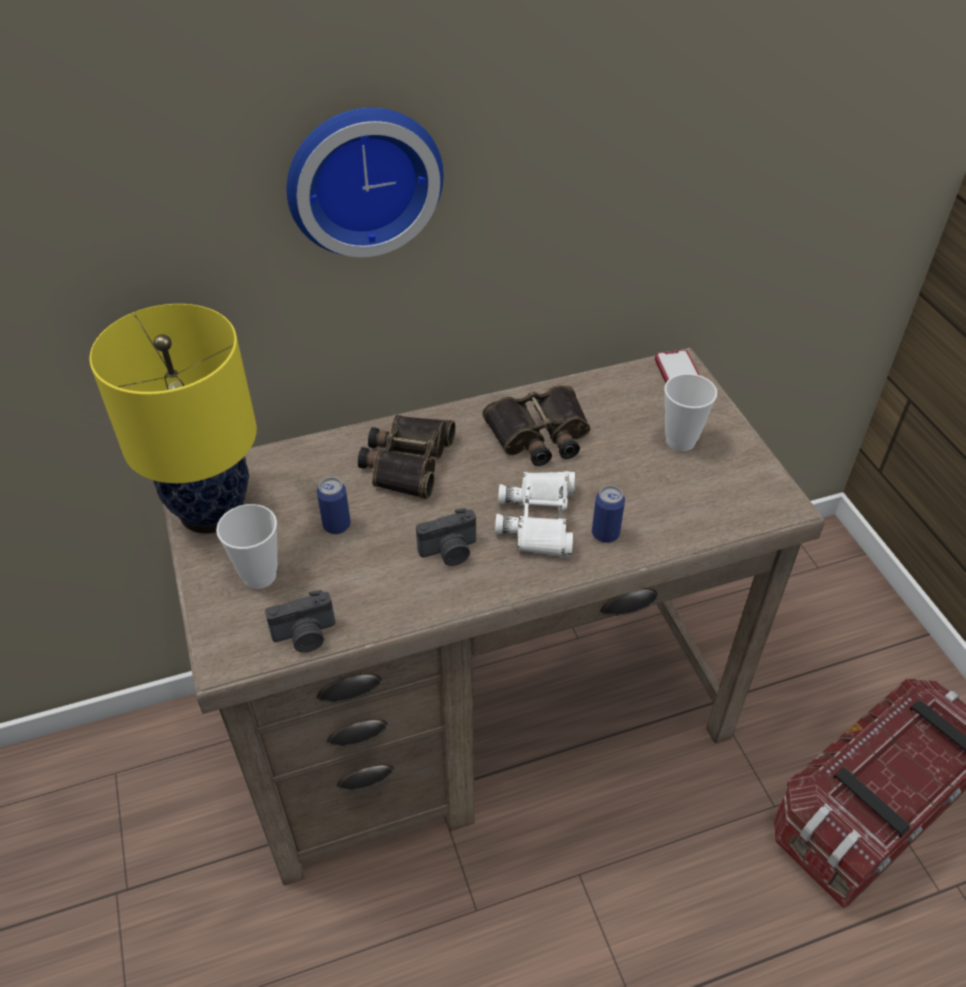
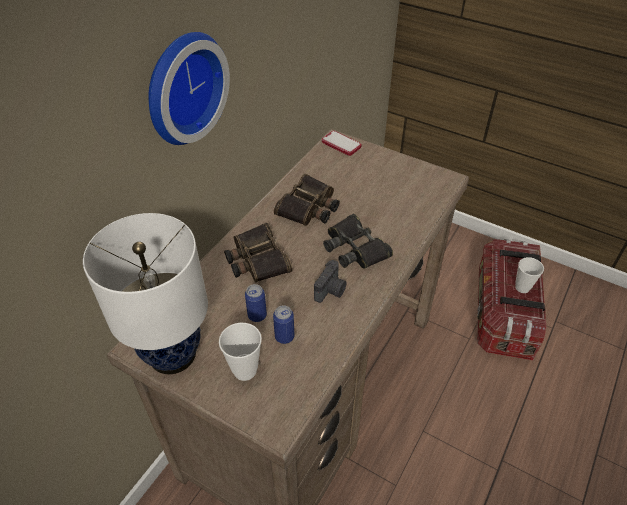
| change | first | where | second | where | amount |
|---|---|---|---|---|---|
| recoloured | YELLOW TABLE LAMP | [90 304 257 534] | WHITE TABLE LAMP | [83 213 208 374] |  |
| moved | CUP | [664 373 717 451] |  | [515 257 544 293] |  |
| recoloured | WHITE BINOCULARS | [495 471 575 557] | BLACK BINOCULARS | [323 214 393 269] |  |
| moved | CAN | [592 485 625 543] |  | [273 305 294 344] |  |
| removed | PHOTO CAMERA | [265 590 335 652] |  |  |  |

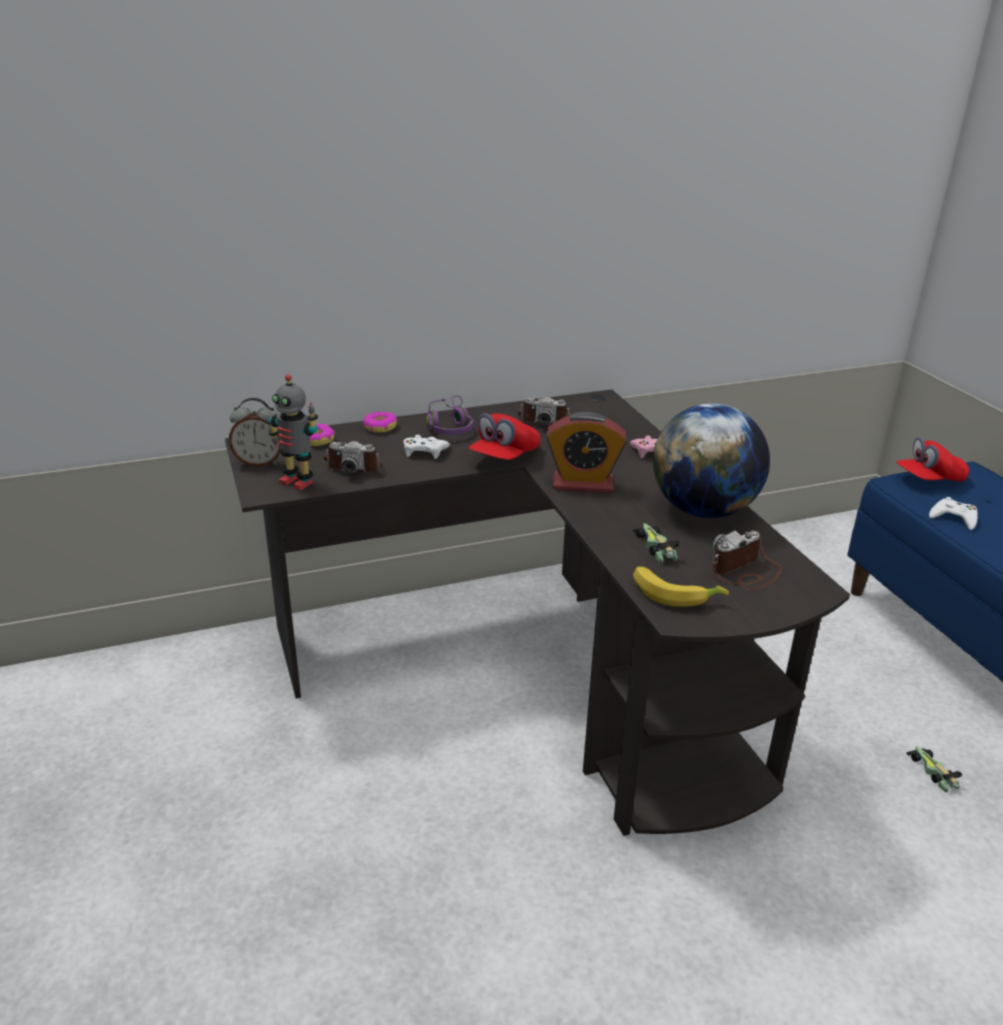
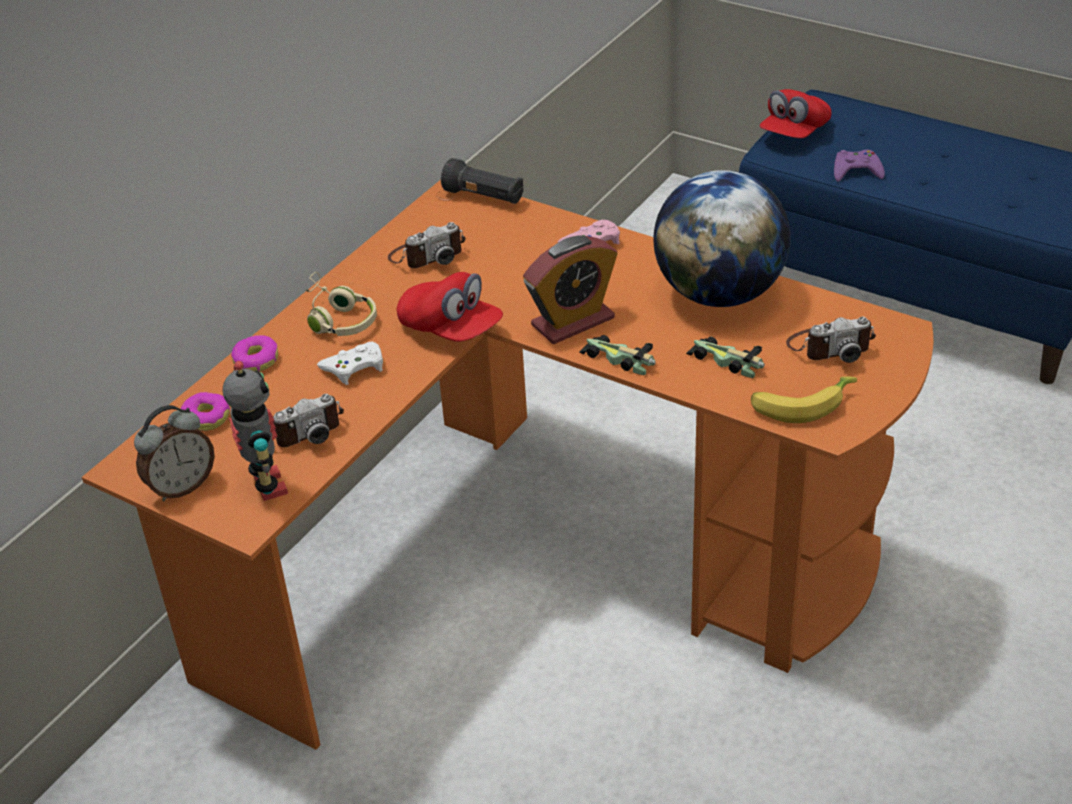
| change | first | where | second | where | amount |
|---|---|---|---|---|---|
| turned | TOY ROBOT | [269 374 318 490] |  | [223 361 288 501] | 105 degrees counterclockwise |
| recoloured | BLACK DESK | [225 389 850 836] | ORANGE DESK | [82 180 934 750] |  |
| recoloured | PURPLE HEADPHONES | [426 396 474 435] | BEIGE HEADPHONES | [304 272 377 336] |  |
| turned | RED CAP | [468 413 541 460] |  | [397 272 503 342] | 45 degrees counterclockwise |
| recoloured | WHITE GAME CONTROLLER | [929 497 978 530] | PURPLE GAME CONTROLLER | [834 150 885 182] |  |
| turned | PHOTO CAMERA | [712 530 782 590] |  | [786 317 876 363] | 120 degrees counterclockwise |
| moved | TOY CAR | [906 746 962 792] |  | [579 335 656 375] |  |
| added |  |  | BLACK FLASHLIGHT | [441 158 524 204] |  |

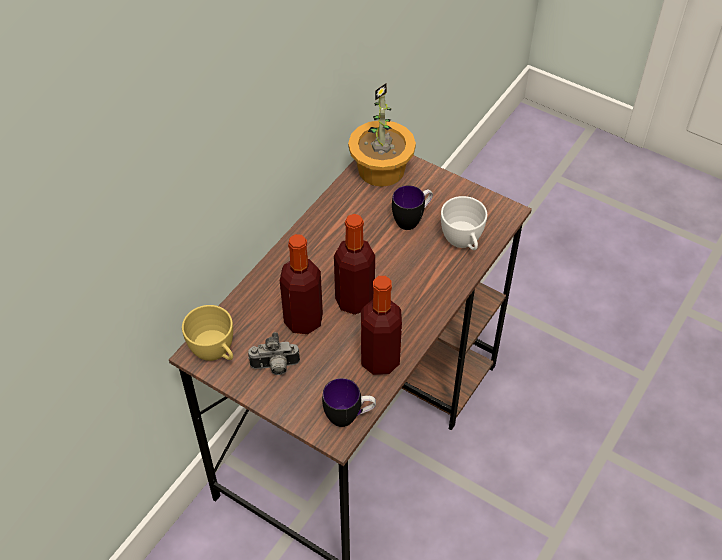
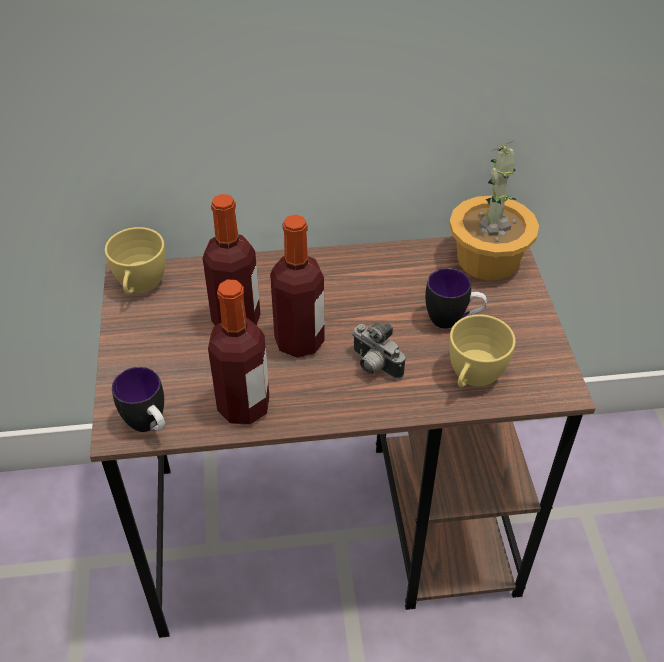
| change | first | where | second | where | amount |
|---|---|---|---|---|---|
| recoloured | WHITE CUP | [441 196 487 250] | YELLOW CUP | [449 314 516 387] |  |
| moved | PHOTO CAMERA | [248 332 300 375] |  | [352 323 405 379] |  |

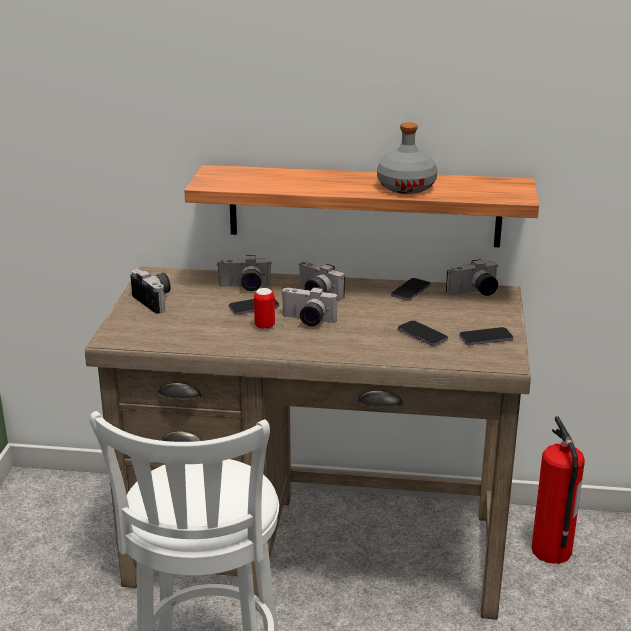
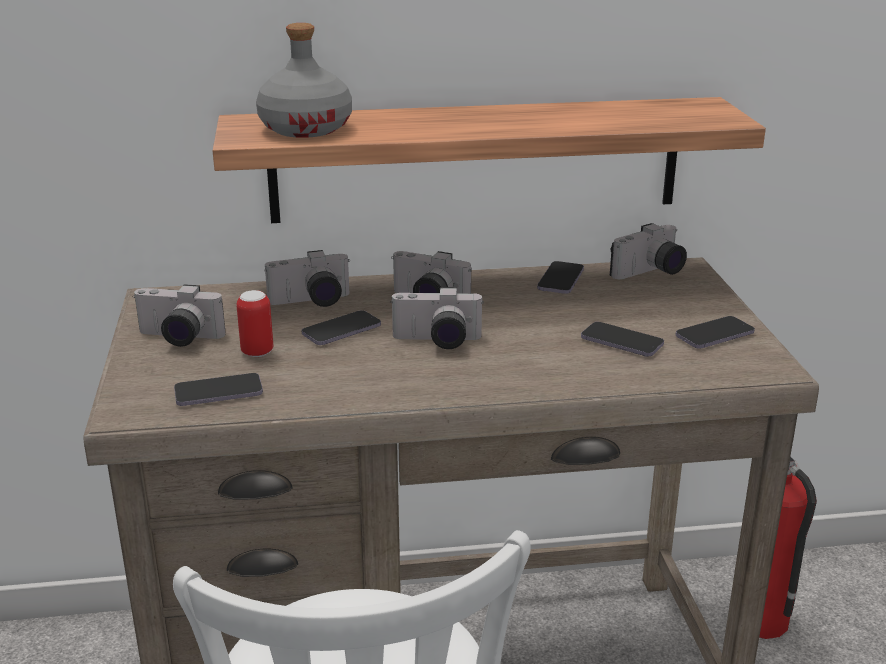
| change | first | where | second | where | amount |
|---|---|---|---|---|---|
| moved | GREY BOTTLE | [377 122 437 194] |  | [256 23 352 138] |  |
| turned | PHOTO CAMERA | [130 269 171 314] |  | [132 284 226 347] | 150 degrees clockwise |
| moved | CAN | [254 288 275 330] |  | [236 290 273 357] |  |
| added |  |  | PHONE | [174 373 263 406] |  |

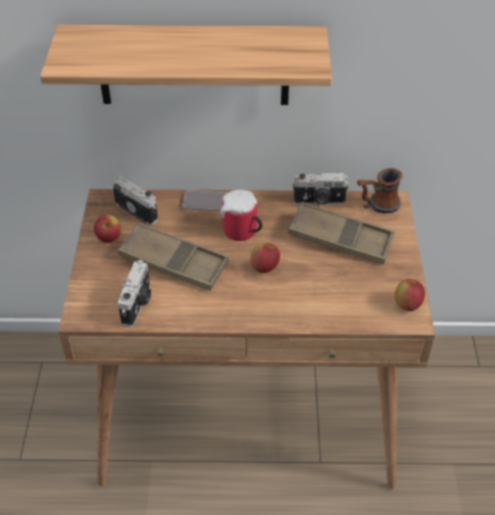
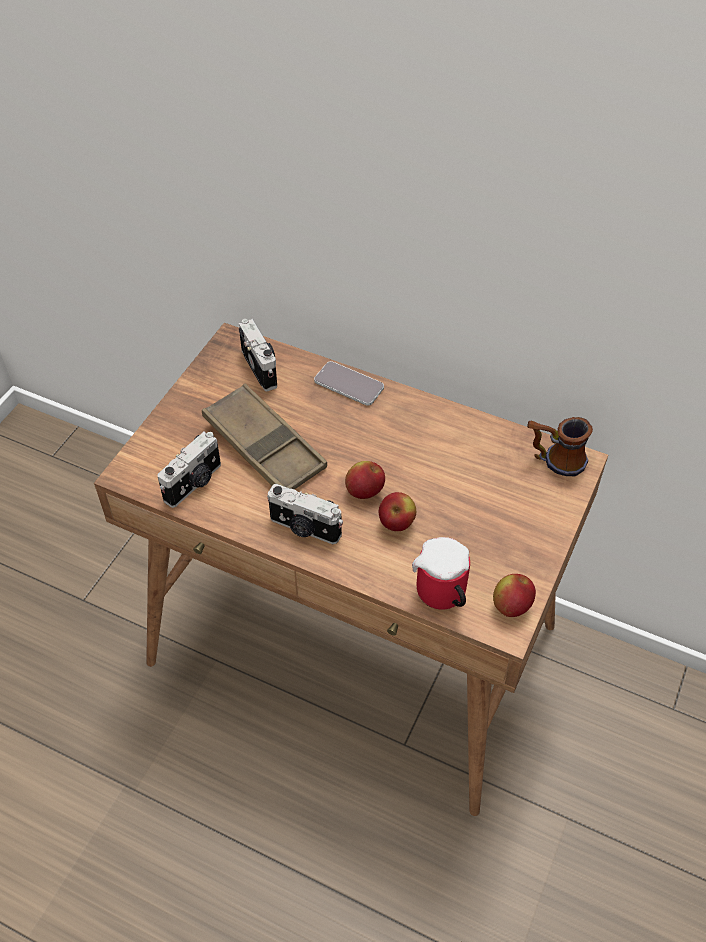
| change | first | where | second | where | amount |
|---|---|---|---|---|---|
| removed | SHELF | [40 25 332 105] |  |  |  |
| moved | PHOTO CAMERA | [292 173 349 205] |  | [267 484 343 544] |  |
| moved | MUG | [220 189 262 241] |  | [412 537 470 609] |  |
| removed | BROWN TRAY | [288 202 394 265] |  |  |  |
| moved | APPLE | [94 214 121 243] |  | [379 492 416 531] |  |

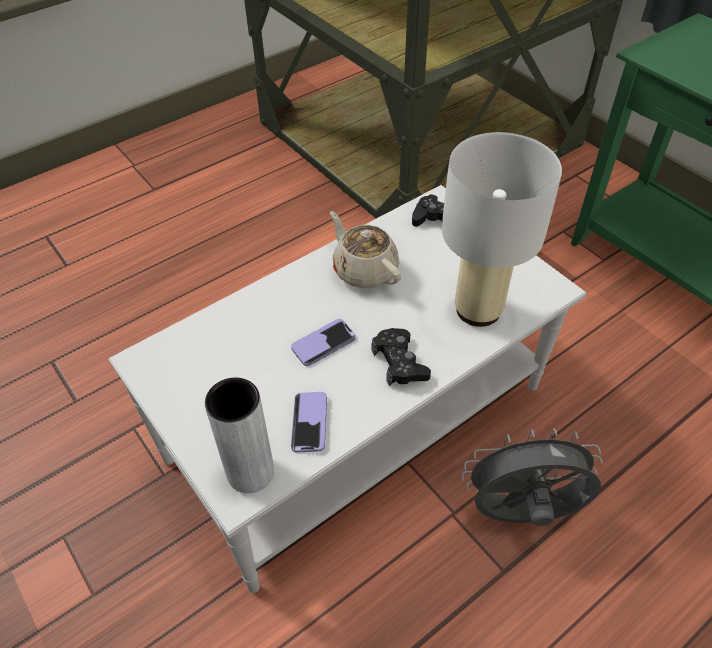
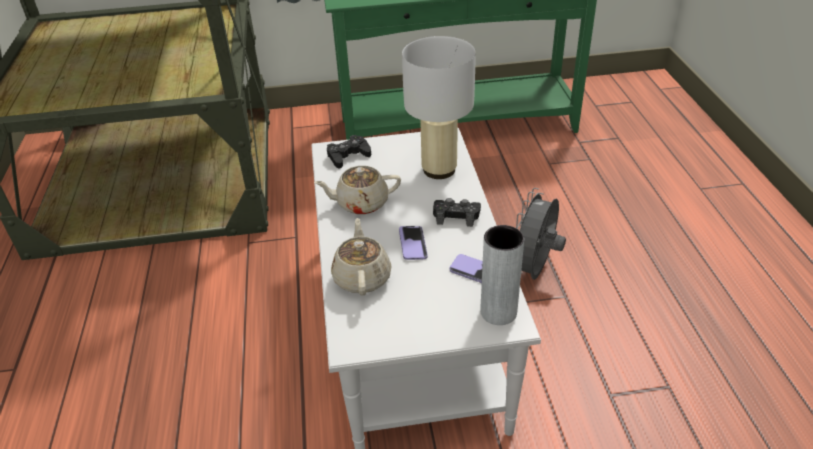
| change | first | where | second | where | amount |
|---|---|---|---|---|---|
| added |  |  | BEIGE TEAPOT | [331 218 392 296] |  |

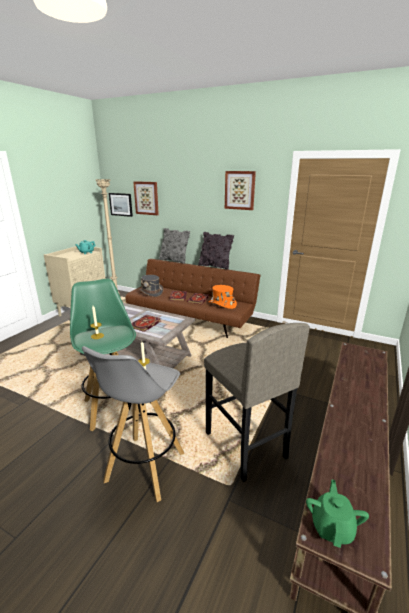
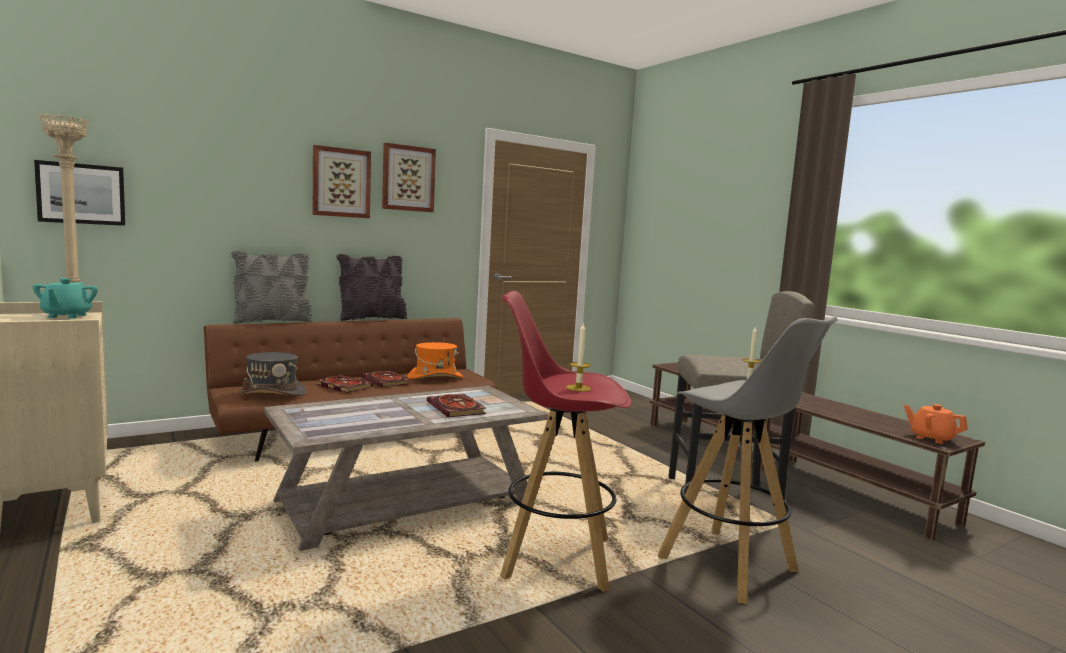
| change | first | where | second | where | amount |
|---|---|---|---|---|---|
| moved | PICTURE | [133 181 159 215] |  | [313 145 371 218] |  |
| recoloured | GREEN STOOL | [70 279 140 431] | RED STOOL | [500 291 632 592] |  |
| recoloured | GREEN TEAPOT | [306 479 369 548] | ORANGE TEAPOT | [904 404 968 444] |  |

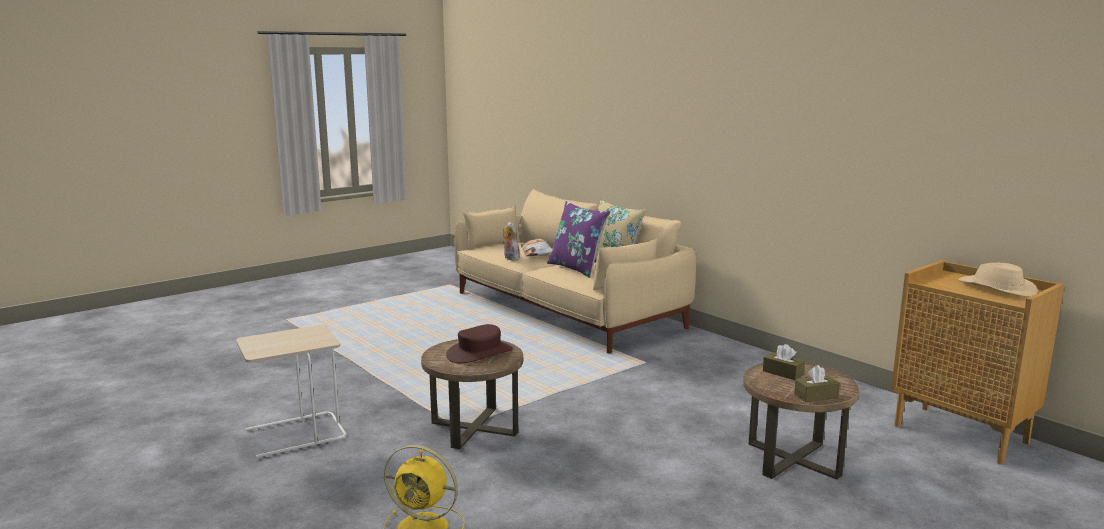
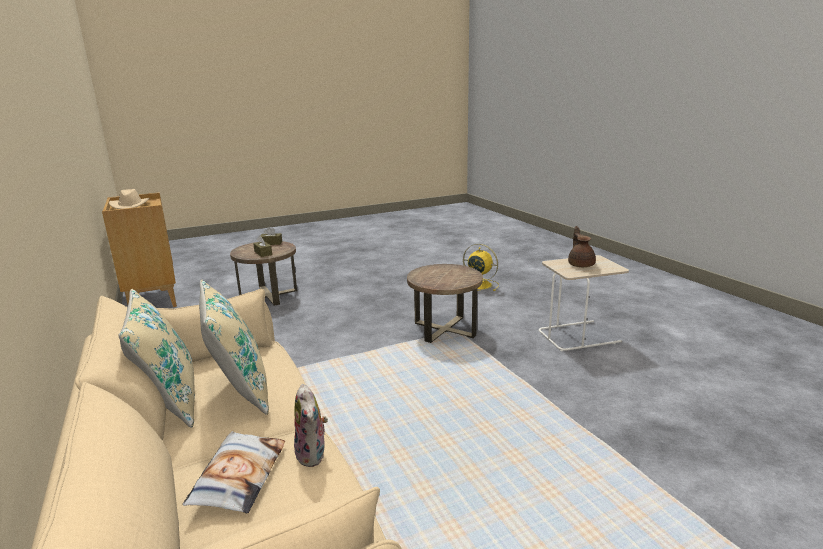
| change | first | where | second | where | amount |
|---|---|---|---|---|---|
| recoloured | PURPLE PILLOW | [547 201 610 278] | BEIGE PILLOW | [199 280 269 415] |  |
| removed | BROWN HAT | [446 324 513 363] |  |  |  |
| added |  |  | BROWN TEAPOT | [568 226 596 267] |  |

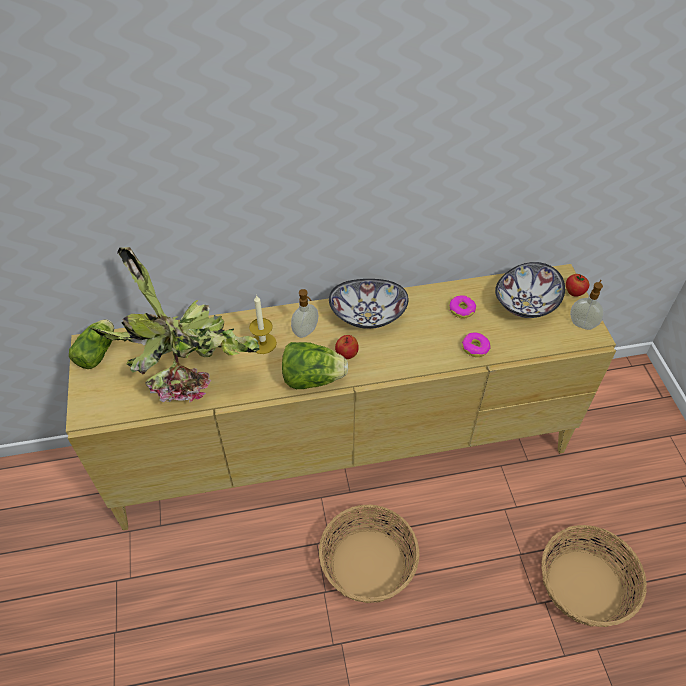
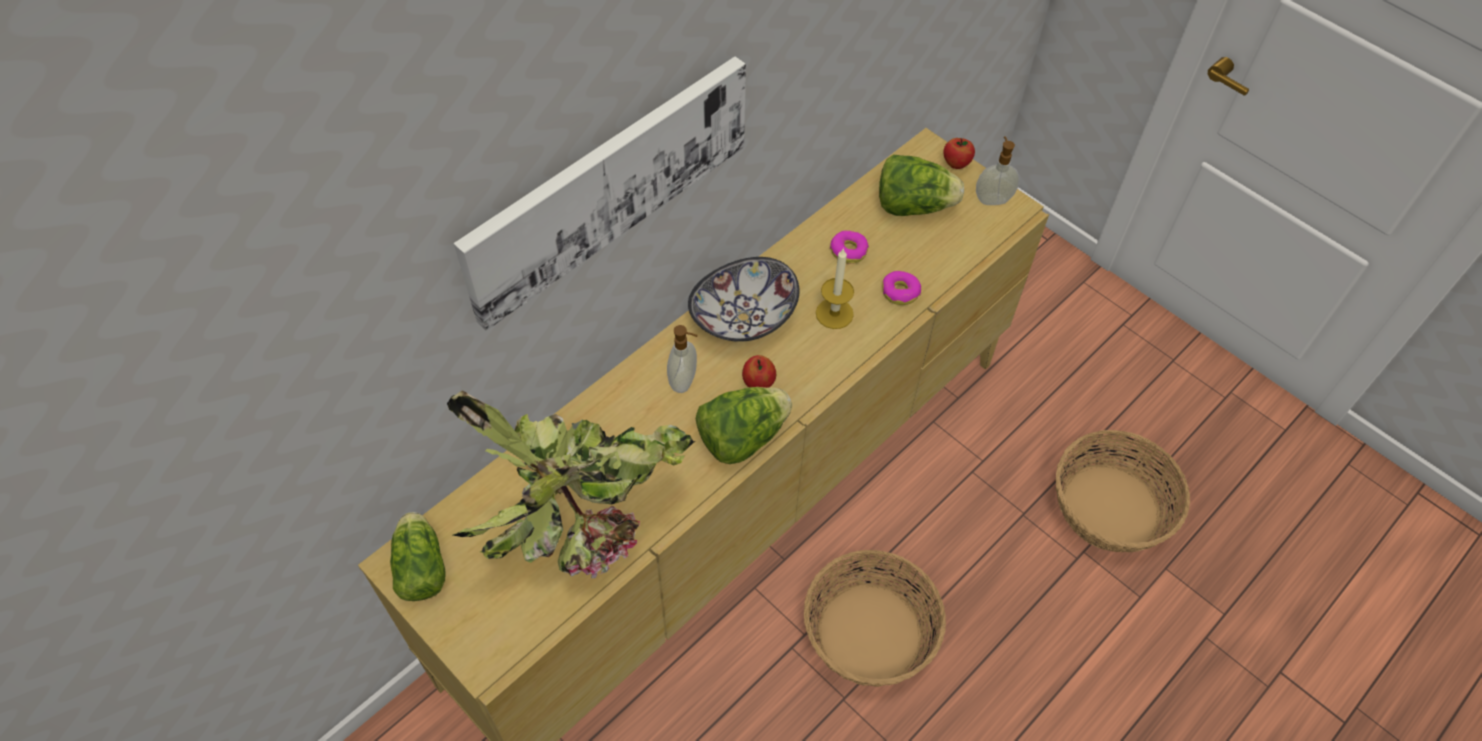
| change | first | where | second | where | amount |
|---|---|---|---|---|---|
| replaced | BOWL | [495 262 565 318] | LETTUCE | [879 154 964 216] |  |
| moved | CANDLE | [249 295 277 354] |  | [816 248 854 329] |  |
| added |  |  | PICTURE | [453 57 746 331] |  |

